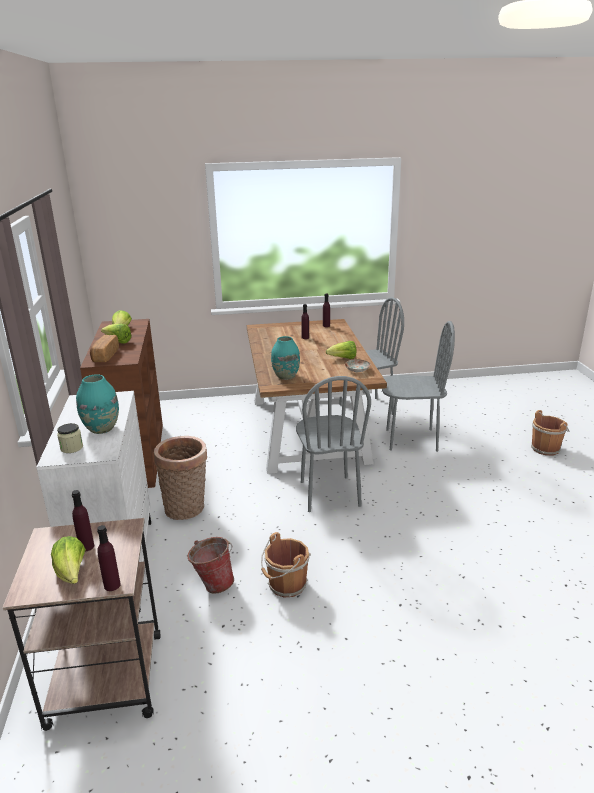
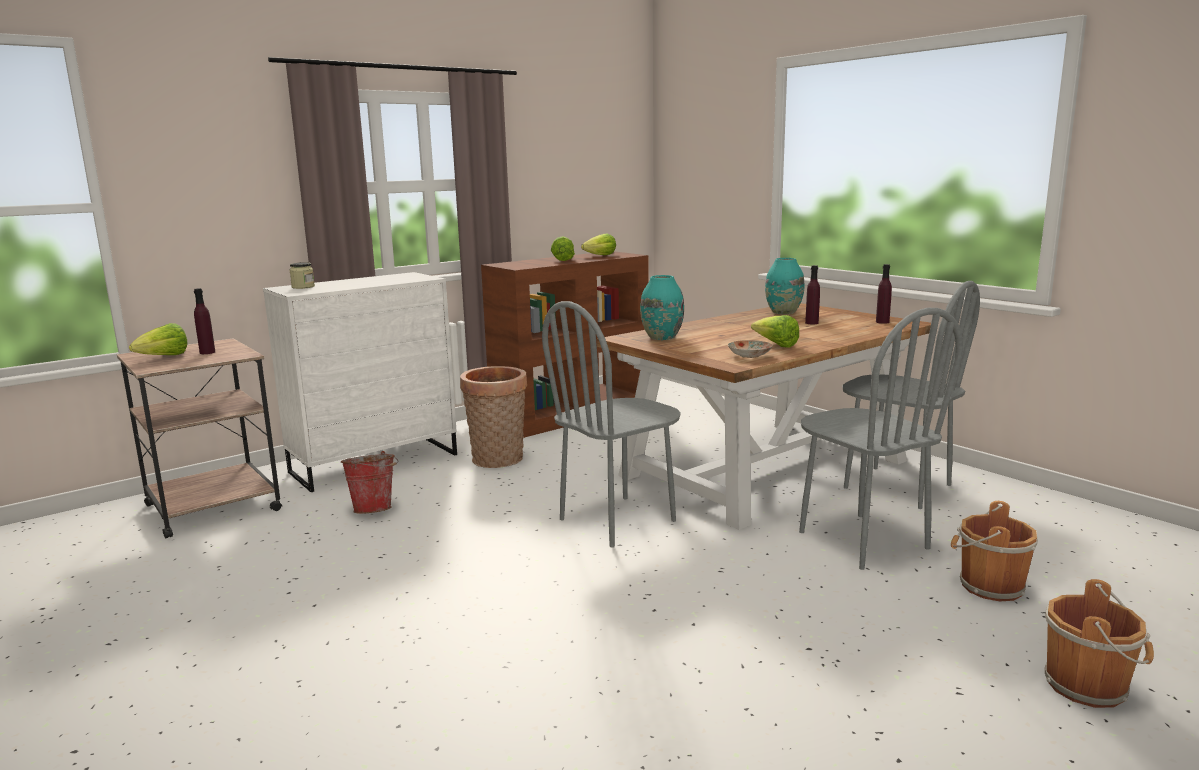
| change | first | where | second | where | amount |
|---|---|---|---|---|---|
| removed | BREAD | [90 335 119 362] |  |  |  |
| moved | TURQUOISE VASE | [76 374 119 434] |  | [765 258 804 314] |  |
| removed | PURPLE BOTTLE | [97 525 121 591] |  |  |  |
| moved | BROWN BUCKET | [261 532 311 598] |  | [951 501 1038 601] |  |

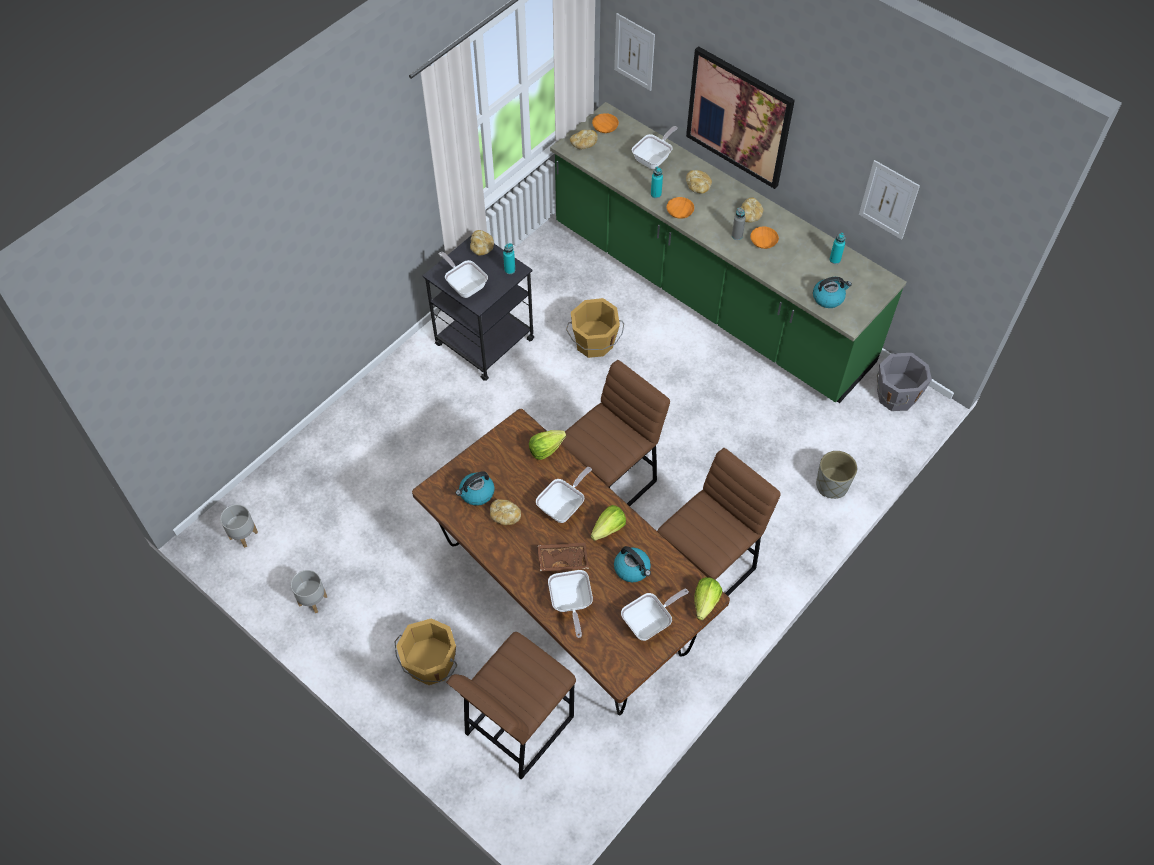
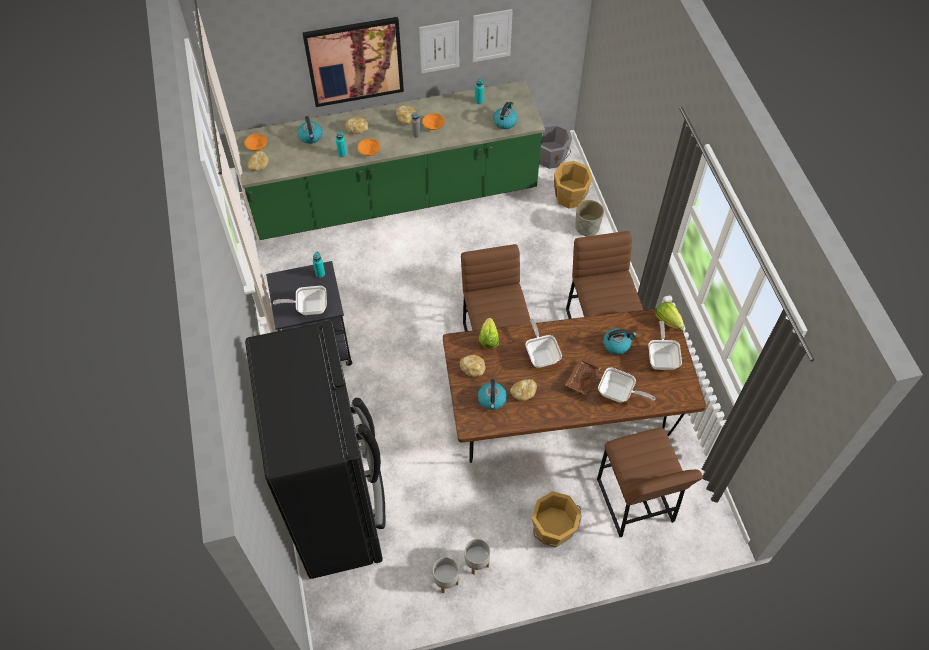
| change | first | where | second | where | amount |
|---|---|---|---|---|---|
| moved | PICTURE | [614 13 655 91] |  | [419 21 459 73] |  |
| replaced | FRYING PAN | [632 126 678 169] | KETTLE | [298 116 323 144] |  |
| moved | BREAD | [470 230 494 256] |  | [460 355 485 377] |  |
| moved | ORANGE BUCKET | [566 298 624 358] |  | [554 161 593 209] |  |
| moved | GREY PLANTER | [220 504 258 548] |  | [465 539 490 575] |  |
| removed | LETTUCE | [590 505 626 541] |  |  |  |
| added |  |  | BLACK FRIDGE | [245 320 385 579] |  |

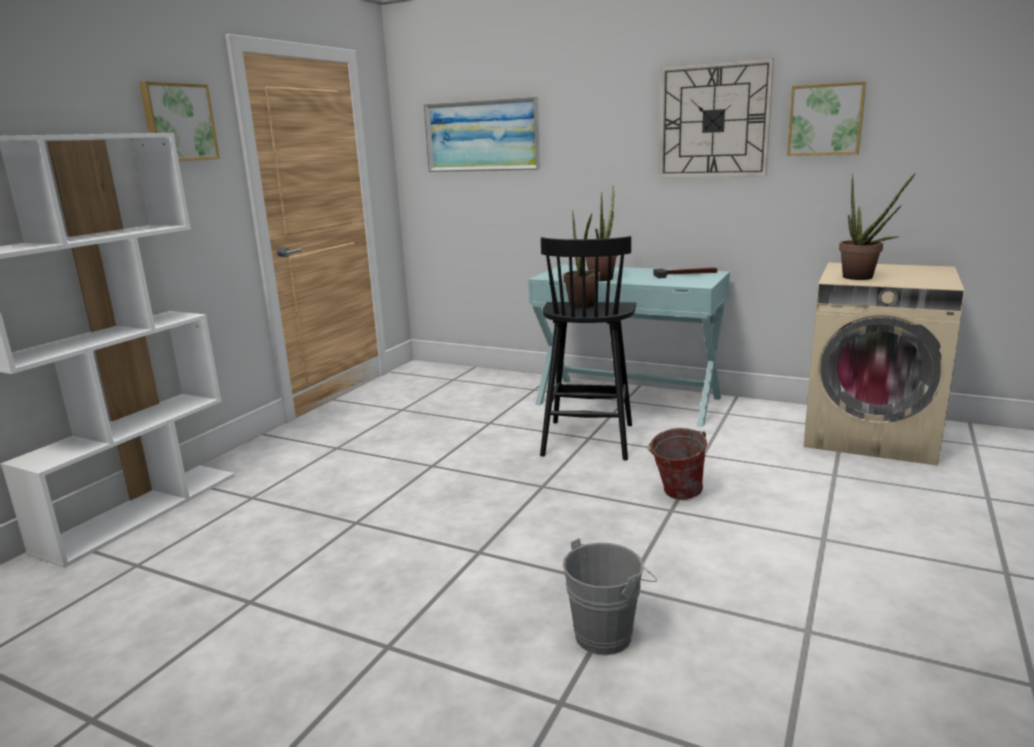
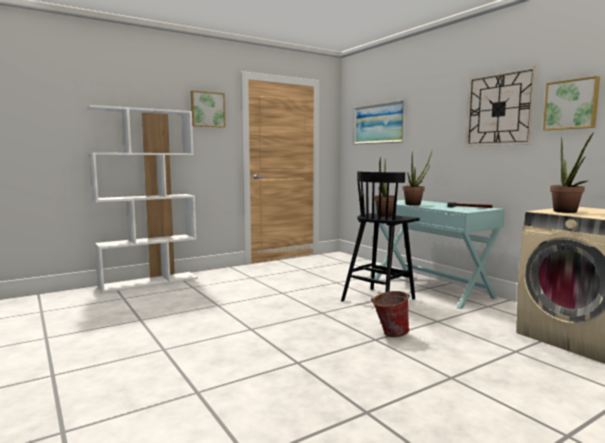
| change | first | where | second | where | amount |
|---|---|---|---|---|---|
| removed | GREY BUCKET | [563 538 657 656] |  |  |  |

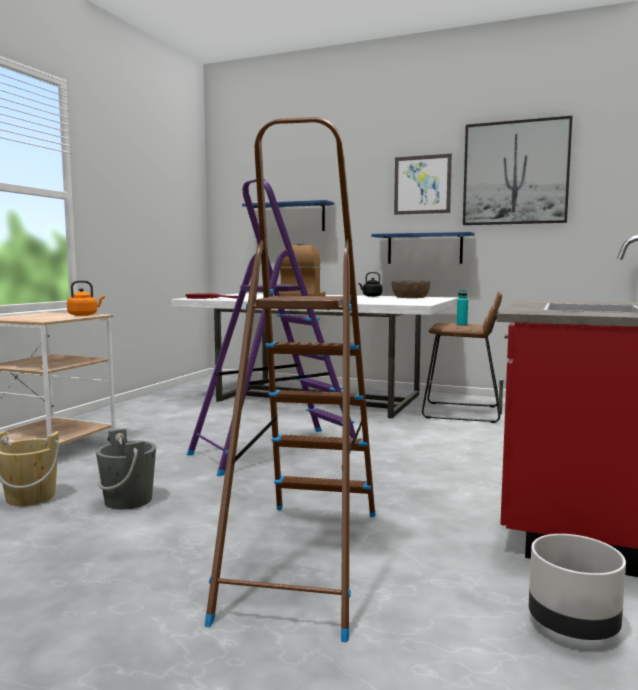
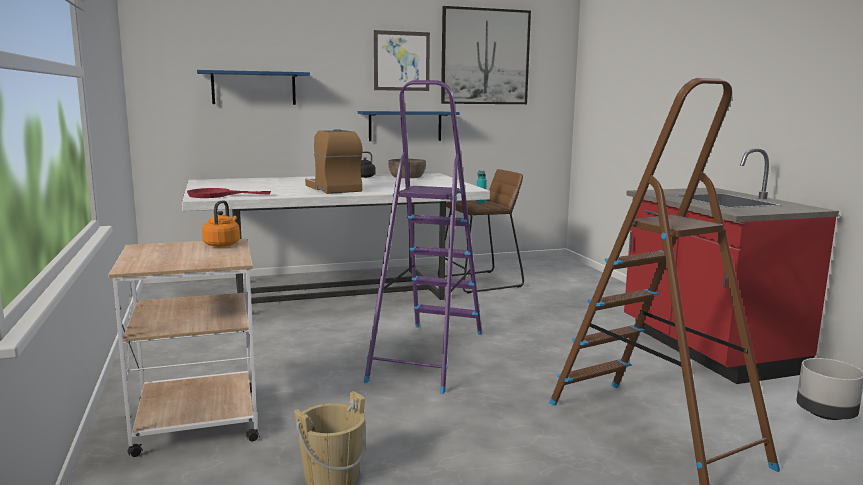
| change | first | where | second | where | amount |
|---|---|---|---|---|---|
| removed | GREY BUCKET | [96 428 156 510] |  |  |  |

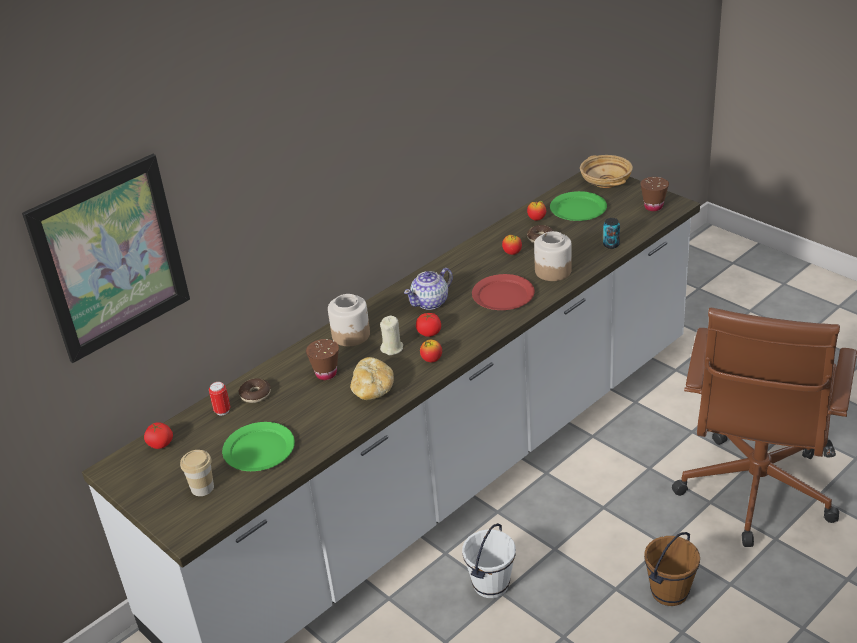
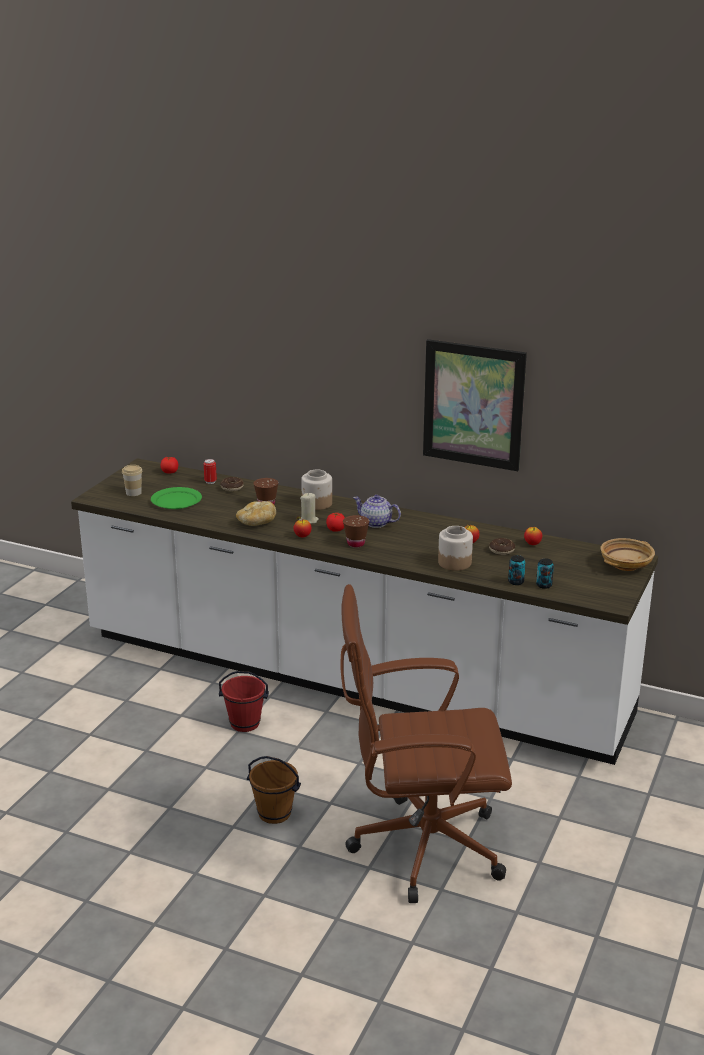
| change | first | where | second | where | amount |
|---|---|---|---|---|---|
| moved | PICTURE | [22 154 190 363] |  | [423 339 527 471] |  |
| moved | BROWN CUP | [640 177 669 211] |  | [343 515 369 547] |  |
| removed | GREEN PLATE | [550 191 607 221] |  |  |  |
| removed | RED PLATE | [472 274 535 310] |  |  |  |
| recoloured | WHITE BUCKET | [462 523 516 598] | RED BUCKET | [219 671 269 732] |  |
| added |  |  | CAN | [536 558 554 589] |  |

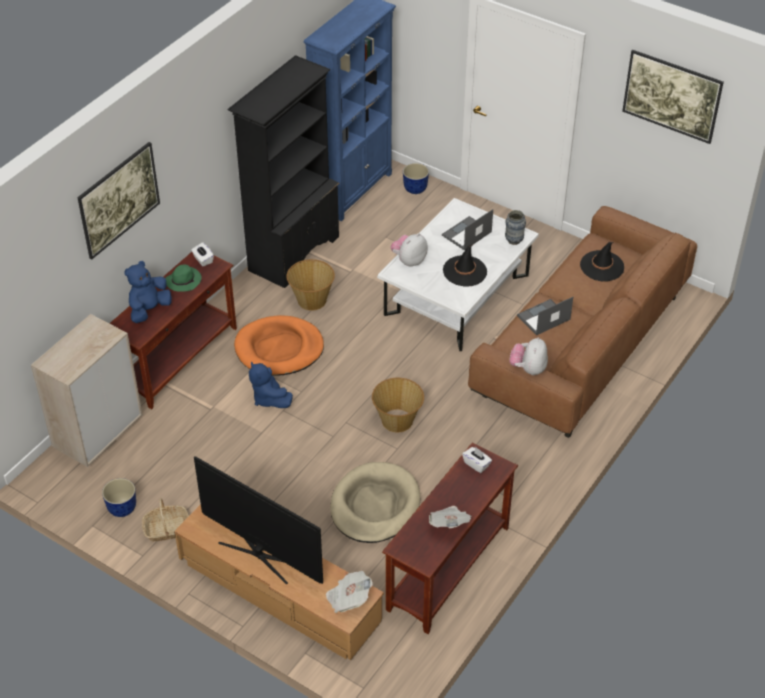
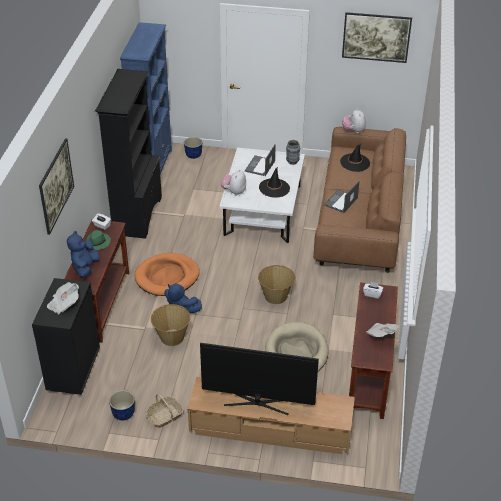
| change | first | where | second | where | amount |
|---|---|---|---|---|---|
| moved | BASKET | [286 259 335 311] |  | [151 304 190 346] |  |
| recoloured | BEIGE CABINET | [31 314 142 467] | BLACK CABINET | [32 278 100 395] |  |
| moved | PLUSH TOY | [509 337 548 375] |  | [342 108 366 133] |  |
| moved | NEWSPAPER | [326 571 373 613] |  | [47 282 79 314] |  |

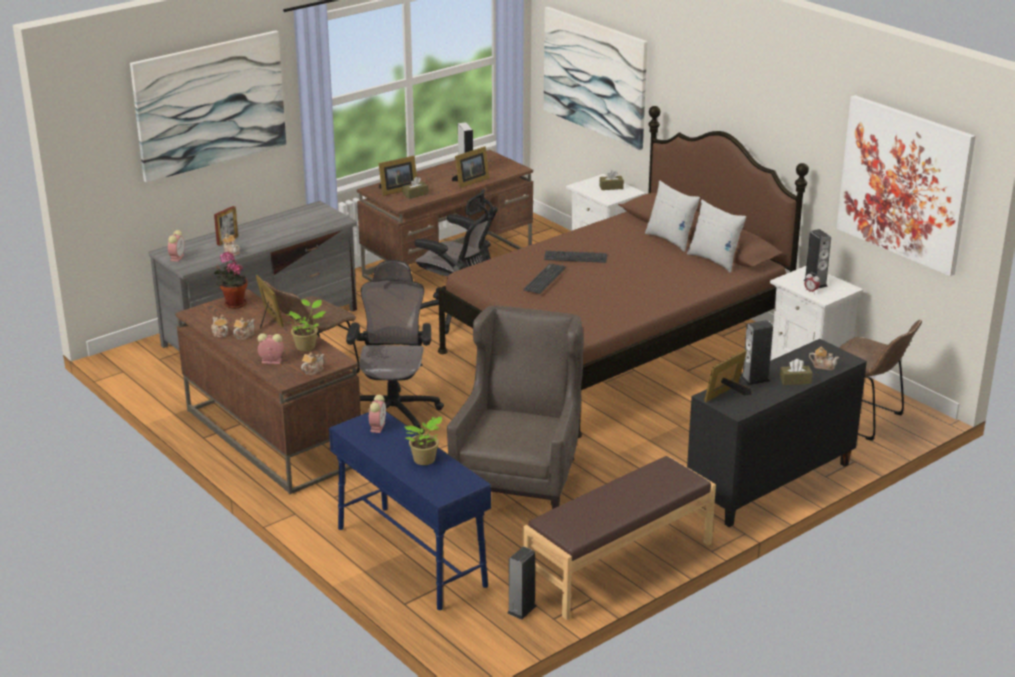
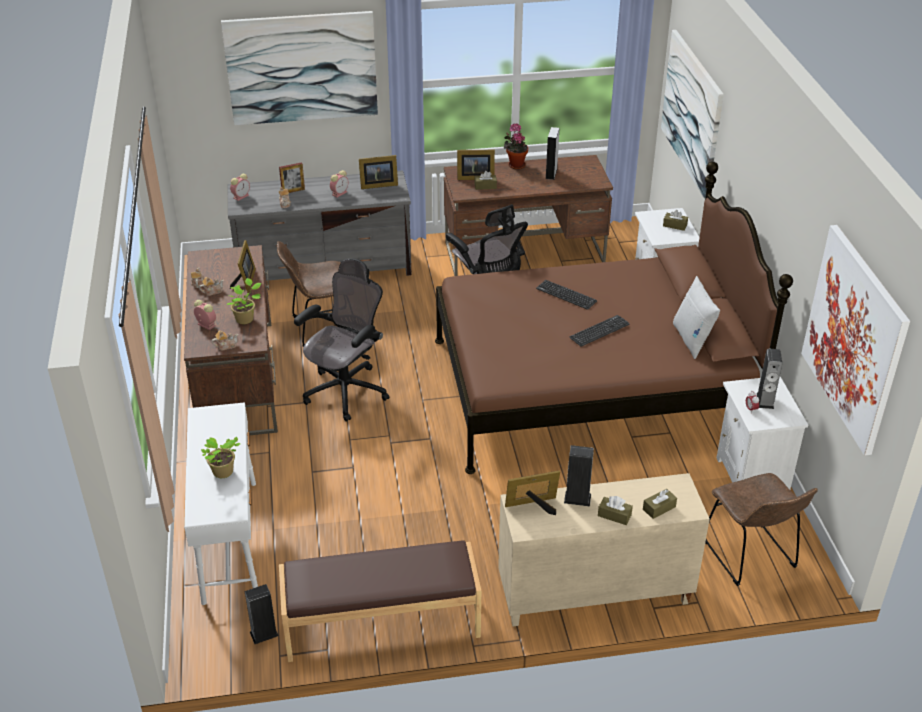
| change | first | where | second | where | amount |
|---|---|---|---|---|---|
| moved | PICTURE FRAME | [452 146 489 188] |  | [359 155 398 189] |  |
| removed | GREY PILLOW | [645 180 700 252] |  |  |  |
| moved | POTTED PLANT | [214 252 248 309] |  | [504 124 528 170] |  |
| moved | KEYBOARD | [523 264 566 294] |  | [569 315 630 347] |  |
| removed | GREY ARMCHAIR | [447 306 584 509] |  |  |  |
| recoloured | BLACK CABINET | [687 339 867 527] | BEIGE CABINET | [498 473 710 626] |  |
| replaced | TEAPOT | [809 346 839 370] | BROWN TISSUE BOX | [643 489 677 519] |  |
| moved | ALARM CLOCK | [368 395 386 433] |  | [330 170 348 197] |  |
| recoloured | BLUE CONSOLE TABLE | [329 412 491 610] | WHITE CONSOLE TABLE | [184 402 258 605] |  |

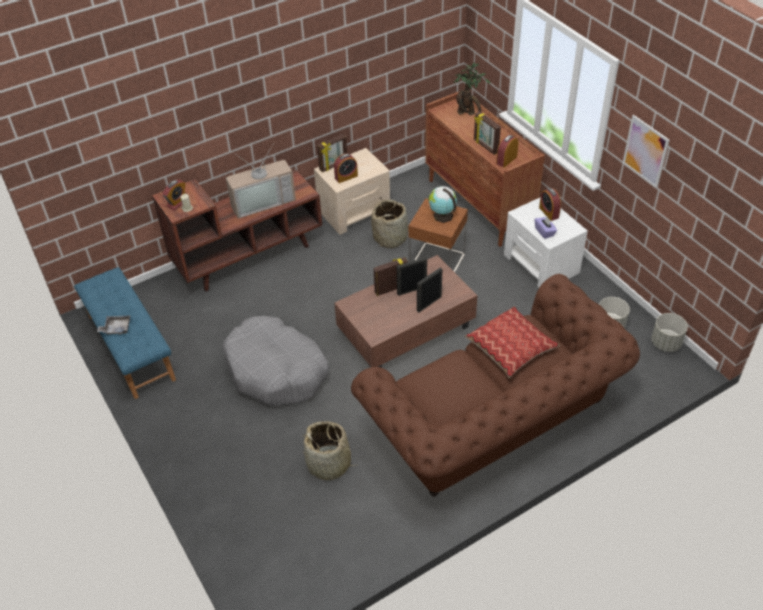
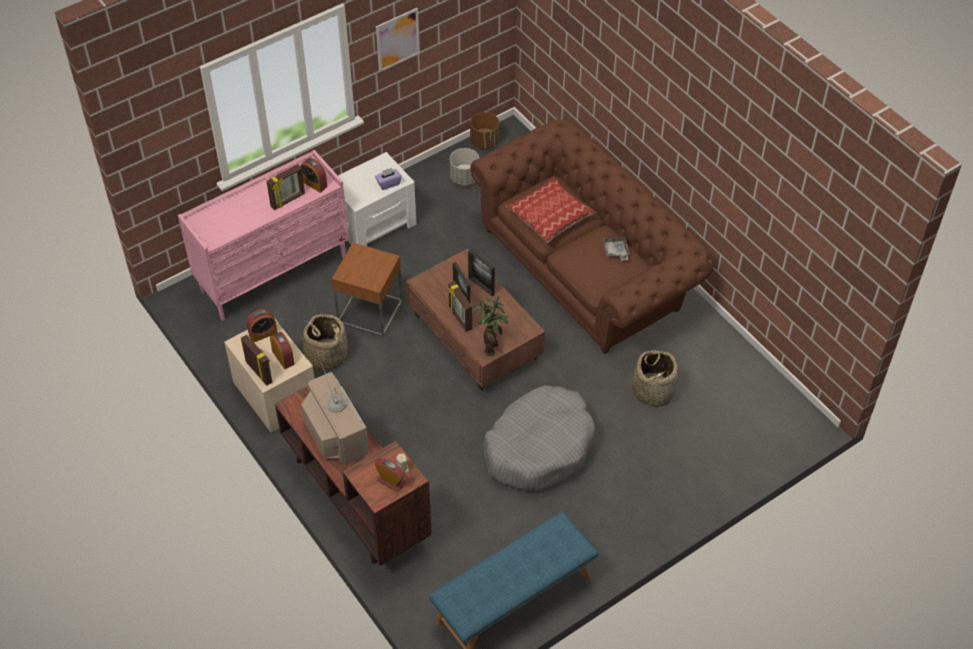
| change | first | where | second | where | amount |
|---|---|---|---|---|---|
| moved | POTTED PLANT | [454 62 490 115] |  | [472 295 509 356] |  |
| recoloured | BROWN CABINET | [425 91 545 247] | PINK CABINET | [178 150 349 321] |  |
| removed | GLOBE | [429 186 457 223] |  |  |  |
| moved | ALARM CLOCK | [539 188 561 221] |  | [247 309 278 342] |  |
| recoloured | GREY PLANTER | [651 313 688 352] | BROWN PLANTER | [470 112 499 149] |  |
| moved | GREY TRAY | [97 315 131 335] |  | [603 236 629 261] |  |

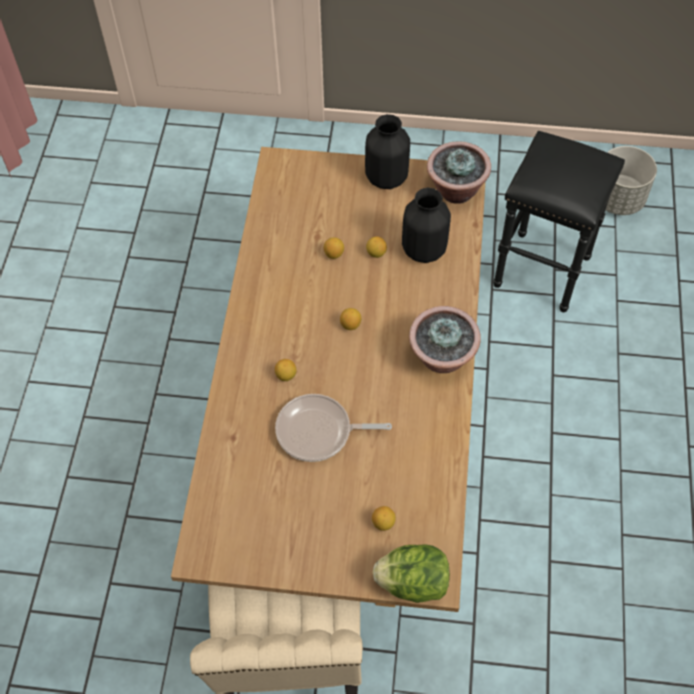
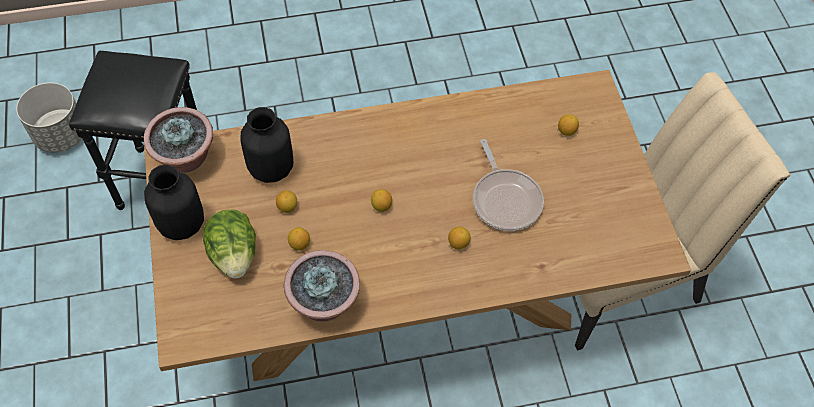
| change | first | where | second | where | amount |
|---|---|---|---|---|---|
| moved | POTTED PLANT | [409 306 481 373] |  | [284 250 360 321] |  |
| moved | LETTUCE | [373 544 450 603] |  | [203 209 256 278] |  |

